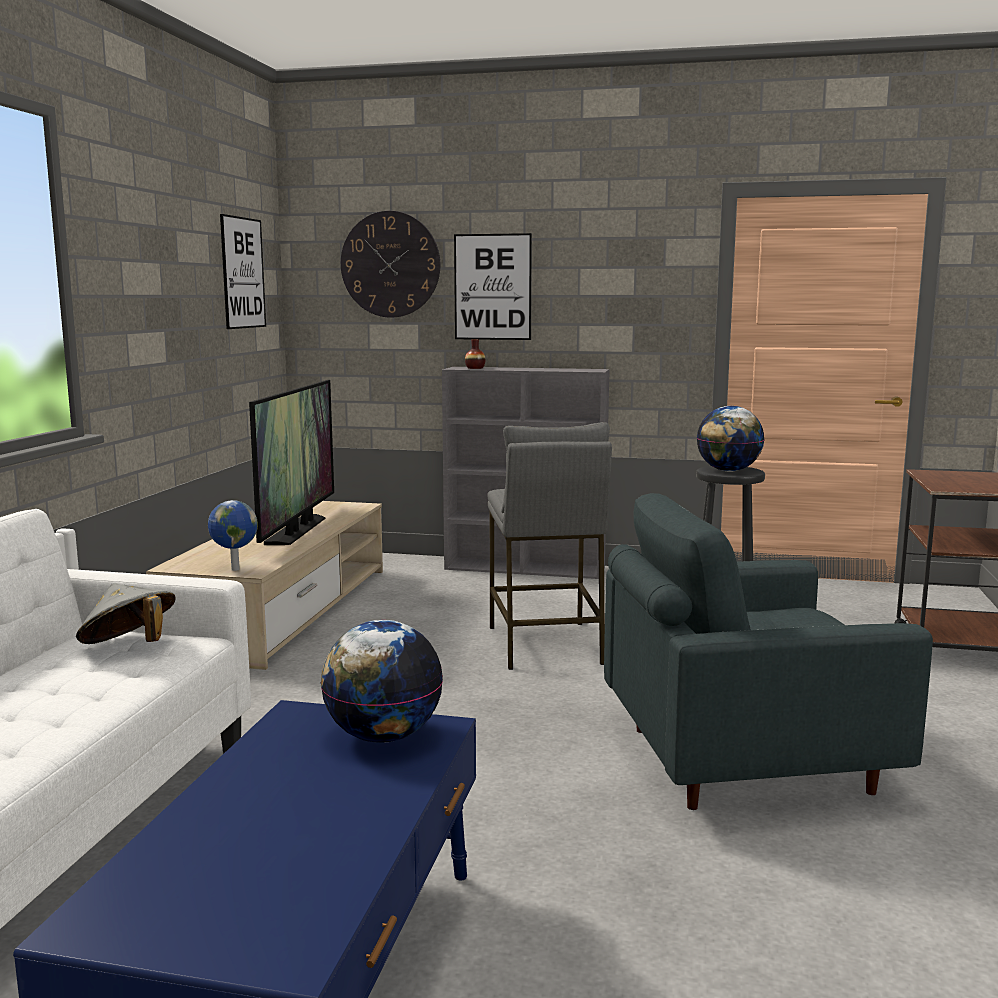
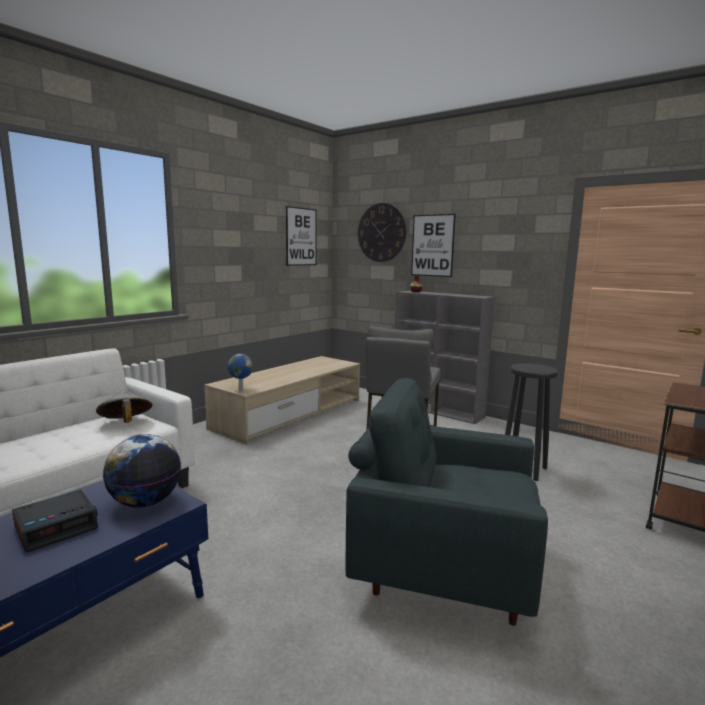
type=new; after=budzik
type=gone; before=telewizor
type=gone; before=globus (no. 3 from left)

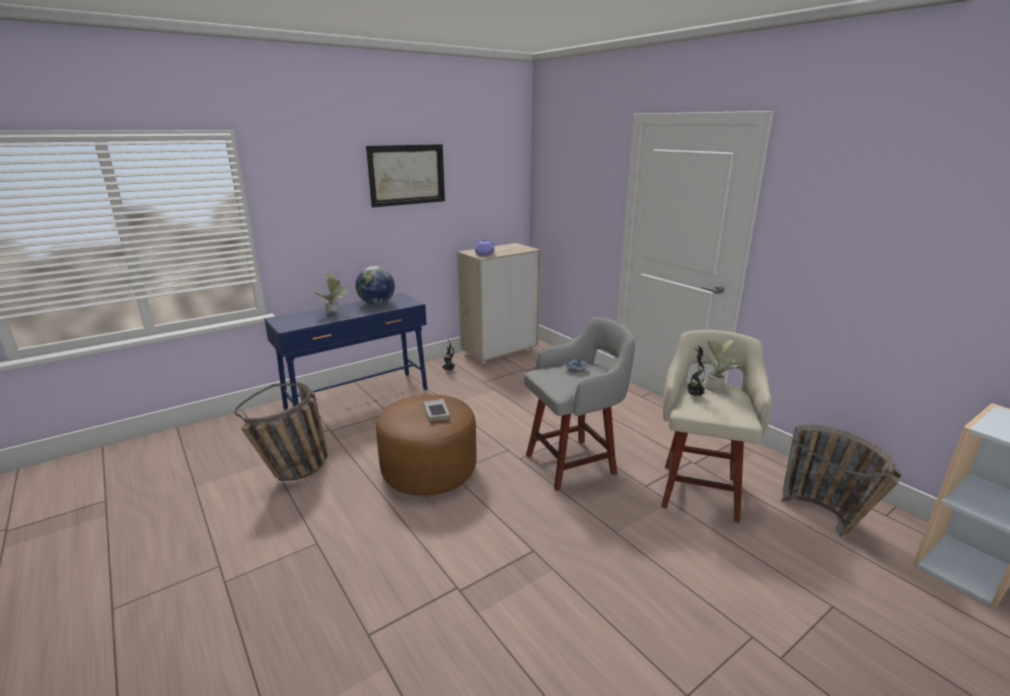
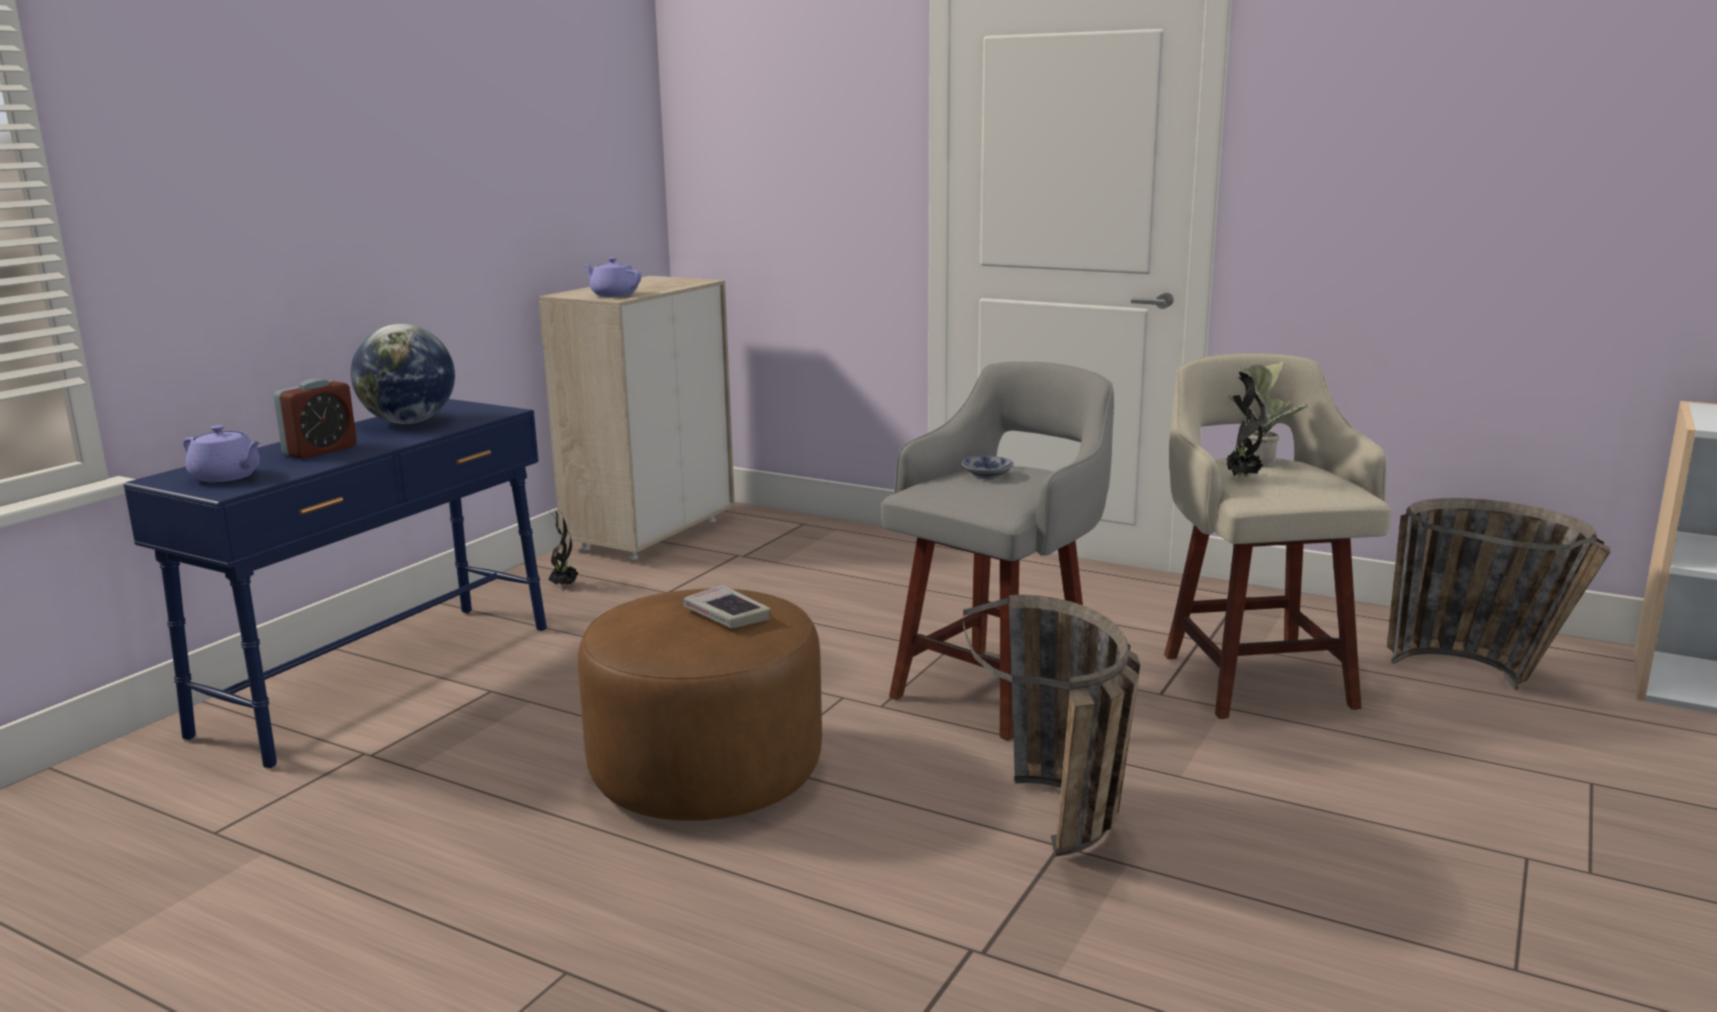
type=new; after=imbryk/fioletowy (no. 1 from left)
type=swapped; before=roślina doniczkowa (no. 1 from left); after=budzik
type=shifted; before=koszyk (no. 1 from left)
type=gone; before=obraz

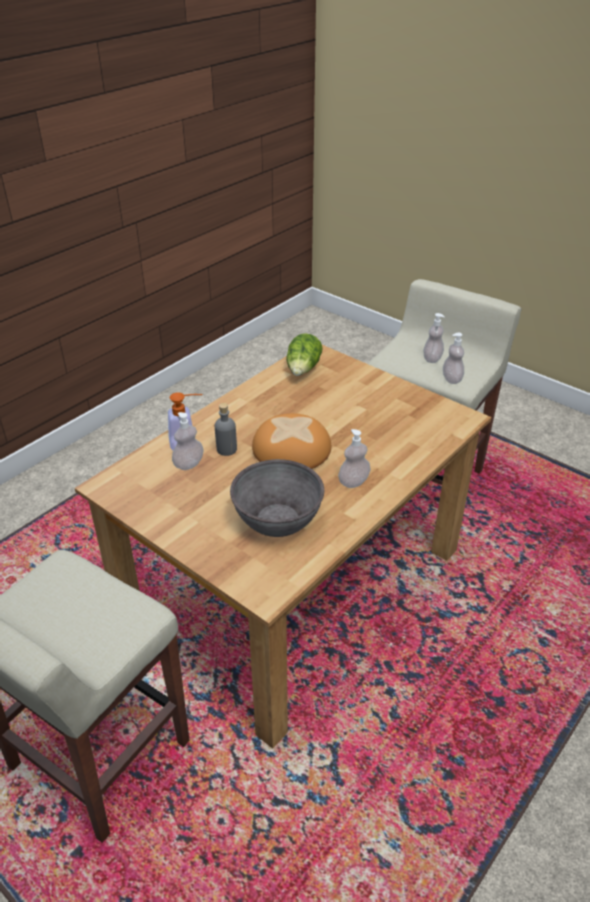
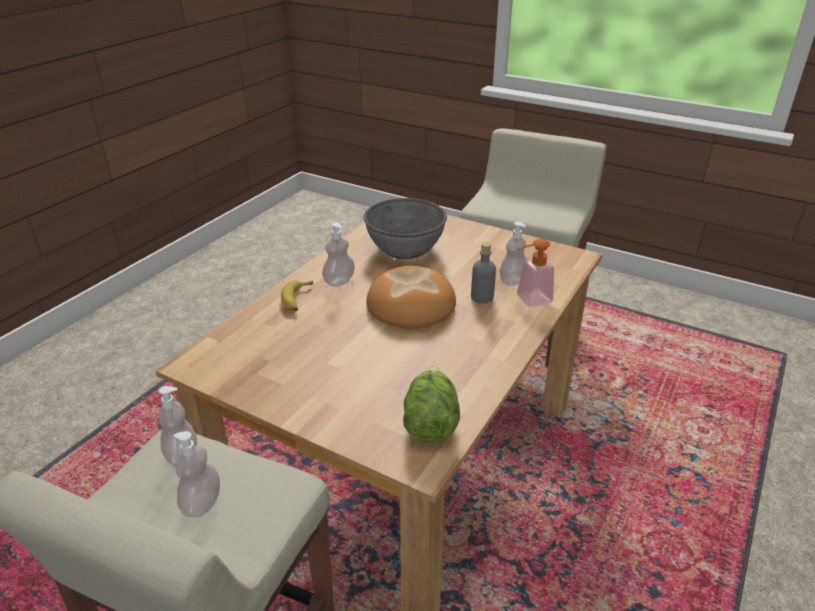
type=new; after=banan

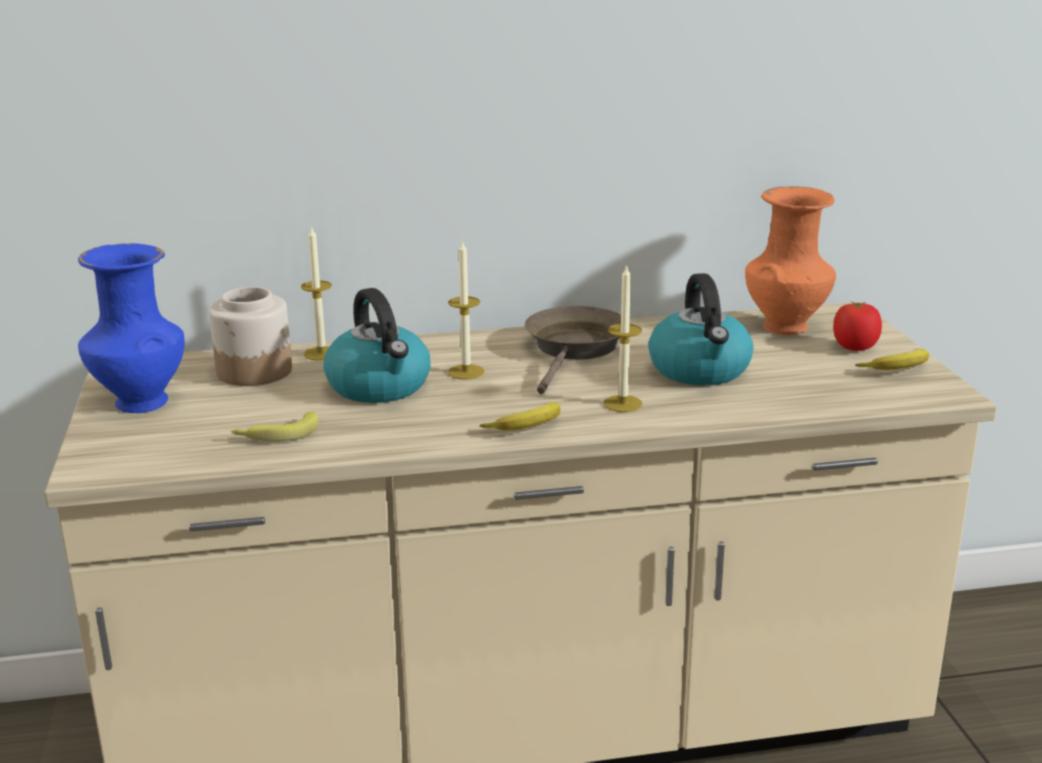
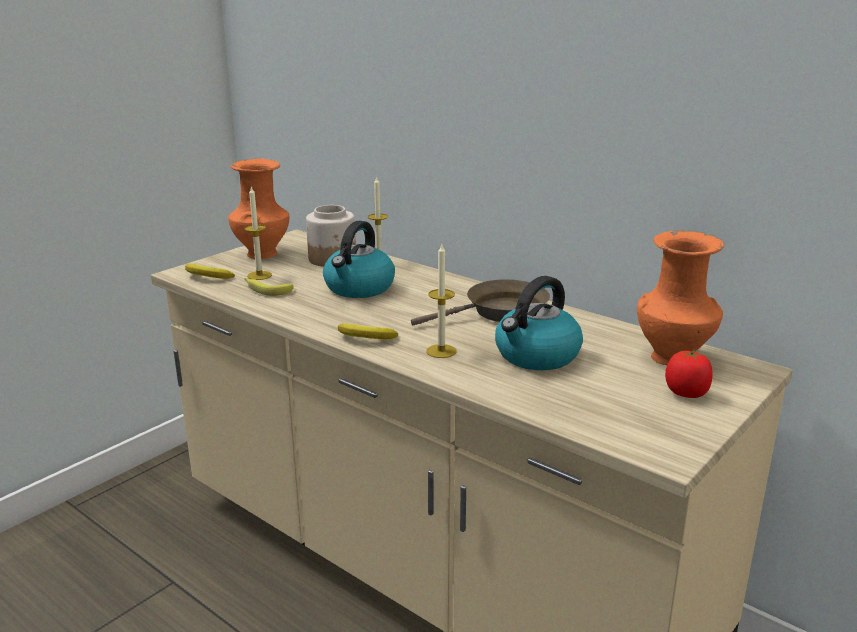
type=shifted; before=banan (no. 3 from left in the first image); after=banan (no. 1 from left)
type=repainted; before=wazon/niebieski; after=wazon/pomarańczowy (no. 1 from left)
type=shifted; before=świeca (no. 2 from left in the first image); after=świeca (no. 1 from left)

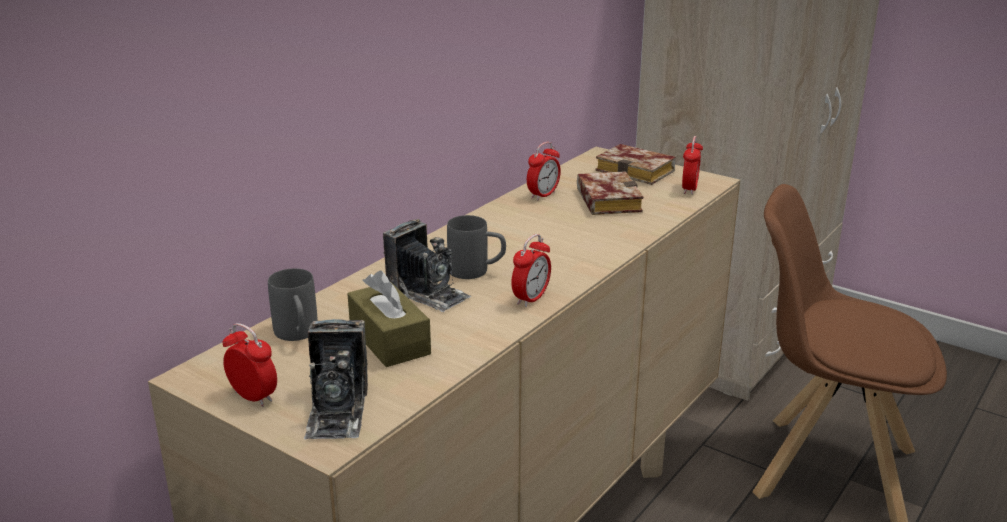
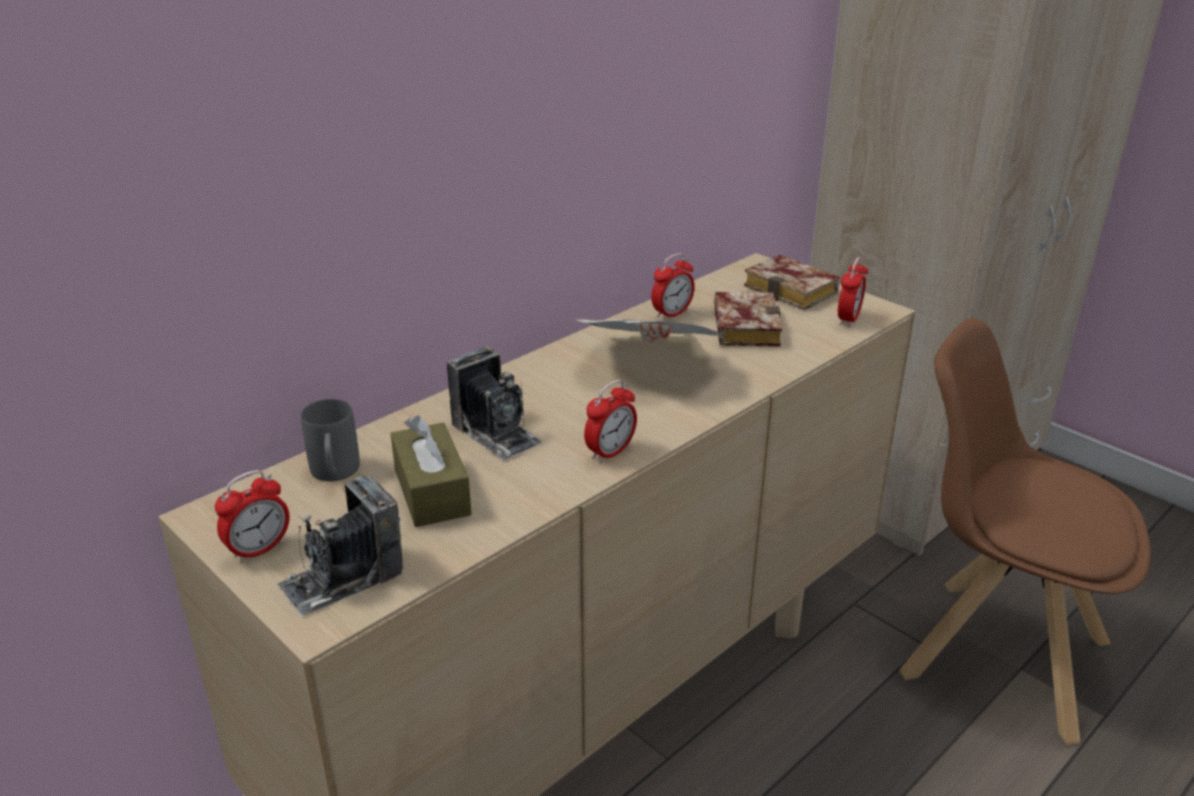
type=rotated; before=budzik (no. 1 from left); turn=90
type=rotated; before=aparat fotograficzny (no. 1 from left); turn=45
type=new; after=gazeta
type=gone; before=kubek/szary (no. 2 from left)

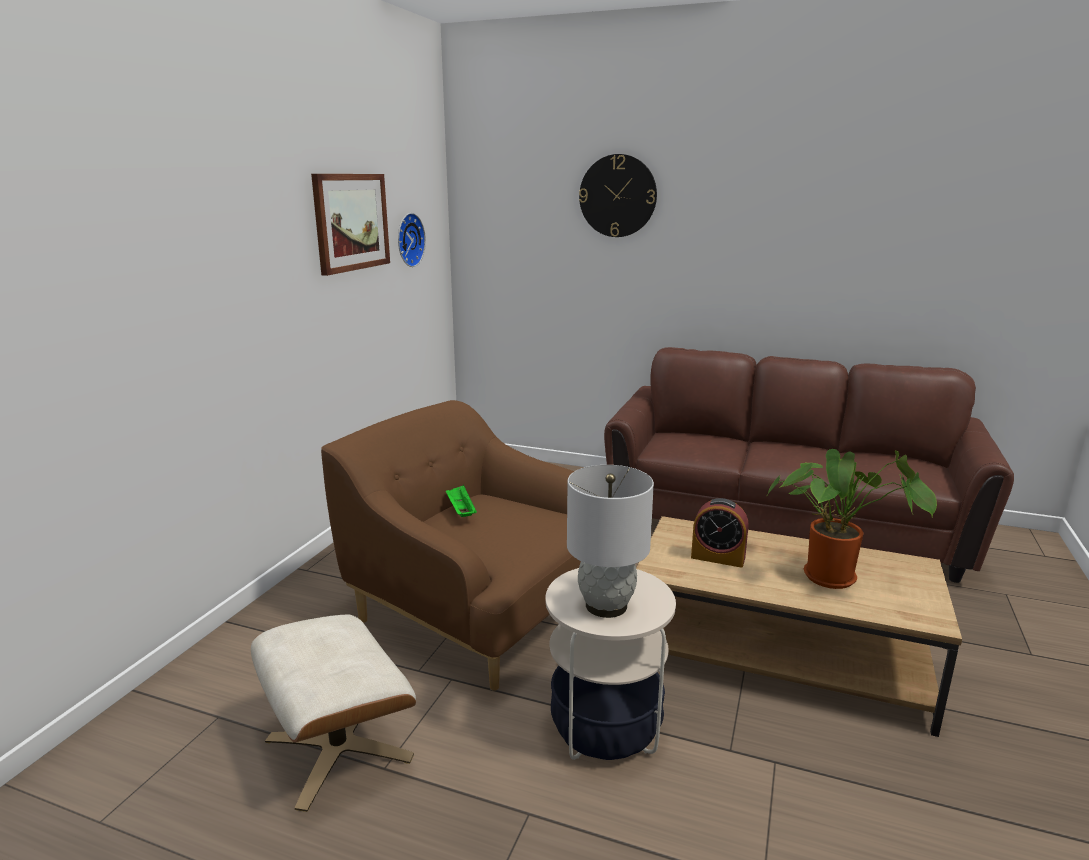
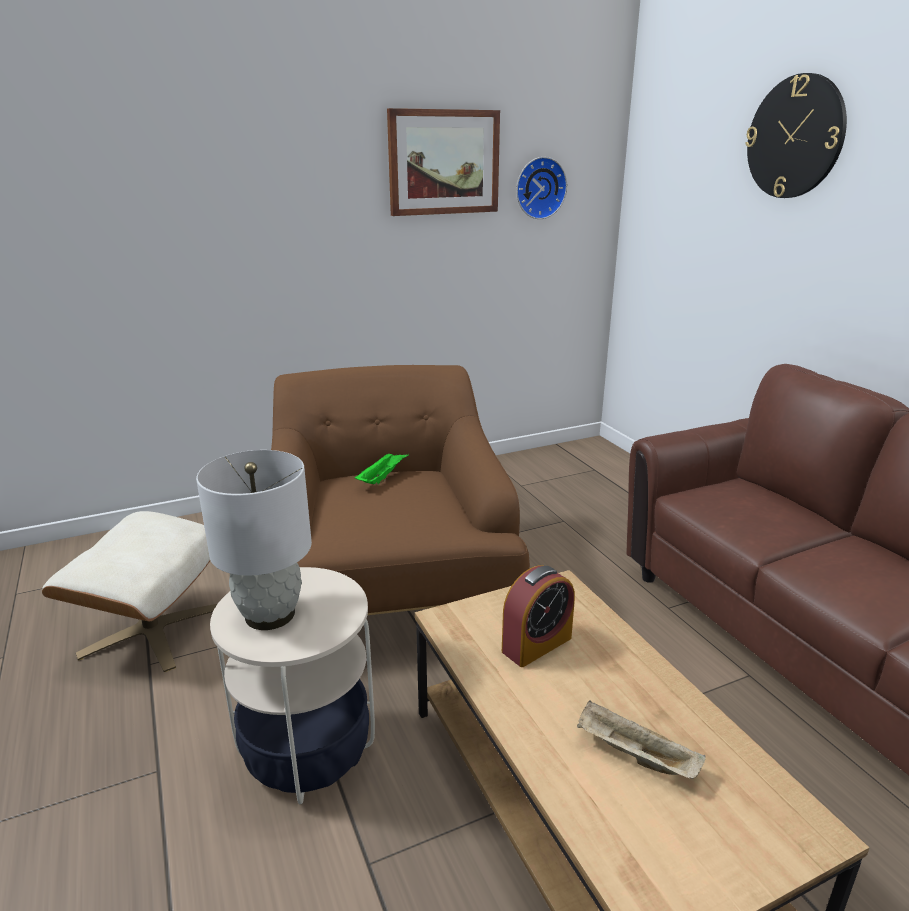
type=rotated; before=budzik; turn=-105
type=swapped; before=roślina doniczkowa; after=taca/beżowy

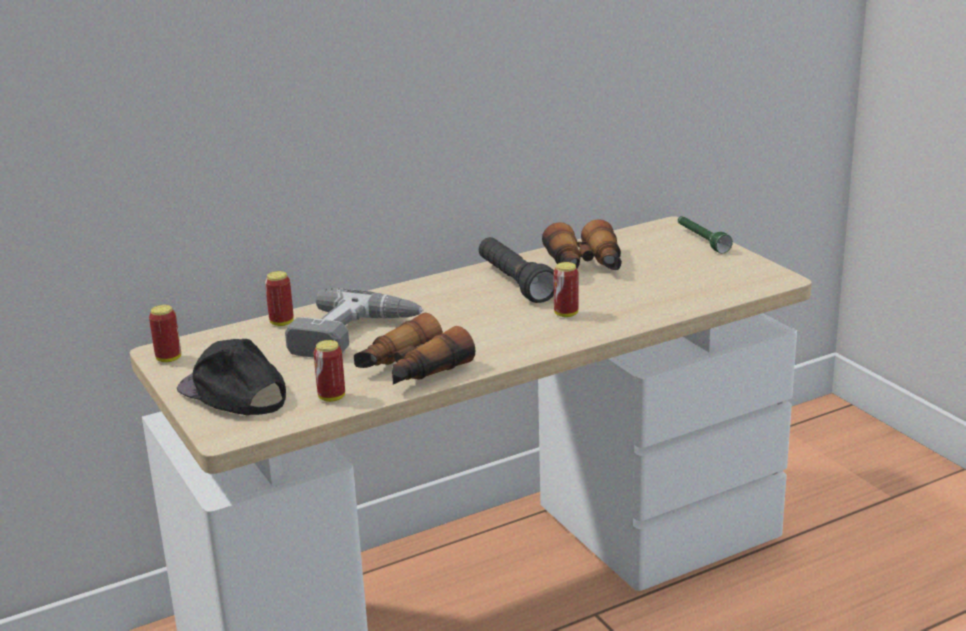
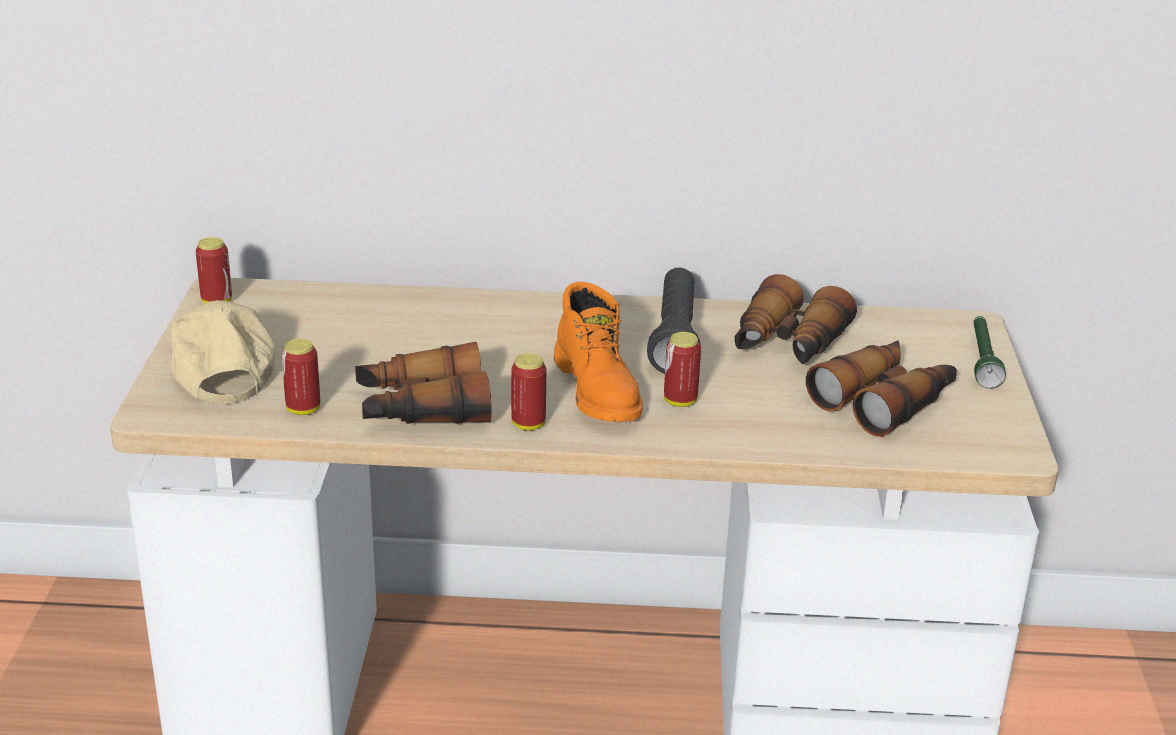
type=repainted; before=czapka z daszkiem/czarny; after=czapka z daszkiem/beżowy
type=shifted; before=puszka (no. 2 from left in the first image); after=puszka (no. 3 from left)
type=new; after=but z cholewką/pomarańczowy
type=new; after=lornetka (no. 3 from left)
type=gone; before=wiertarka

